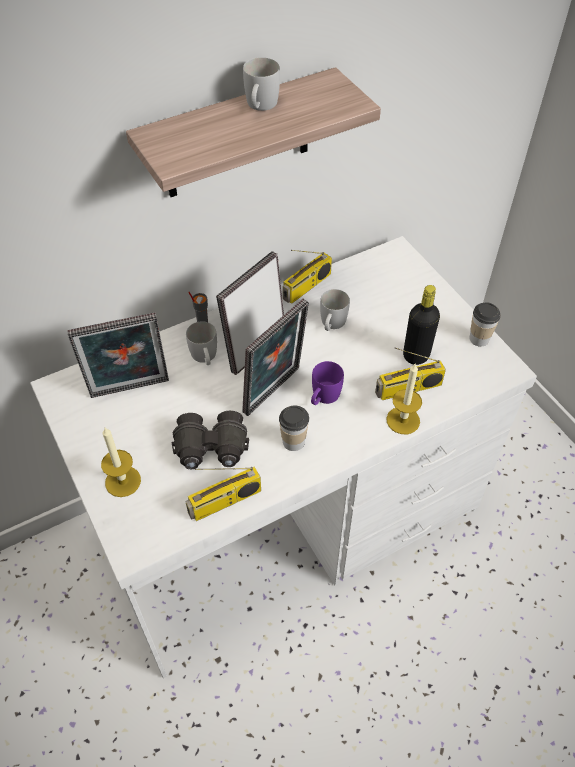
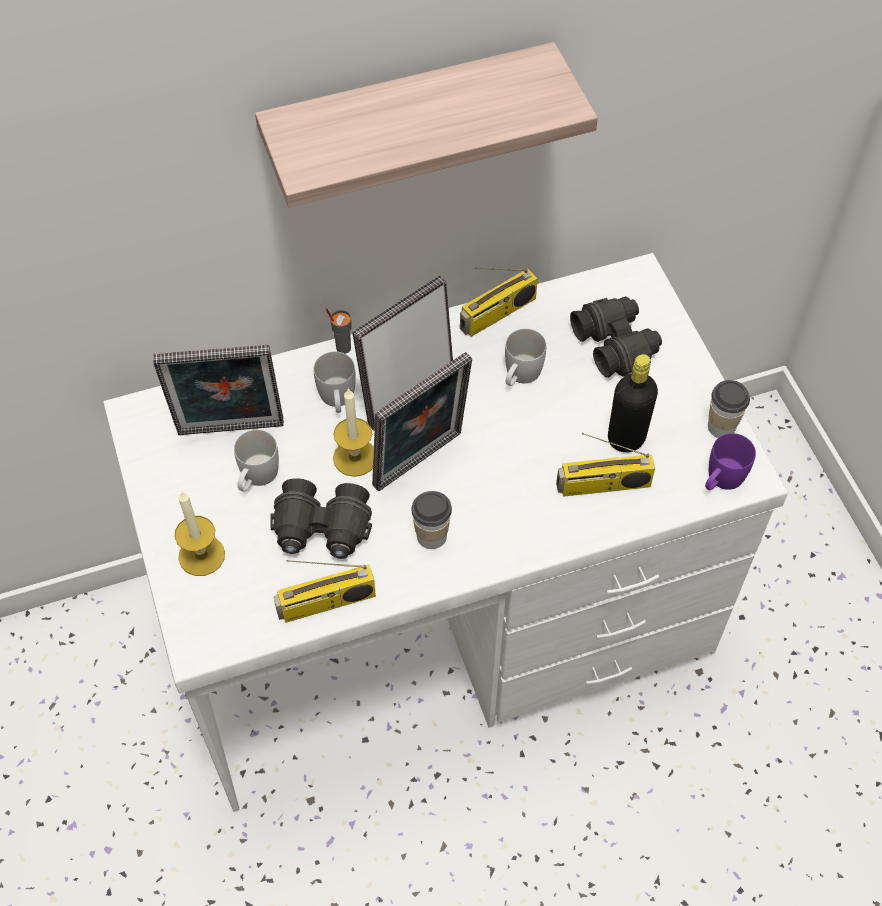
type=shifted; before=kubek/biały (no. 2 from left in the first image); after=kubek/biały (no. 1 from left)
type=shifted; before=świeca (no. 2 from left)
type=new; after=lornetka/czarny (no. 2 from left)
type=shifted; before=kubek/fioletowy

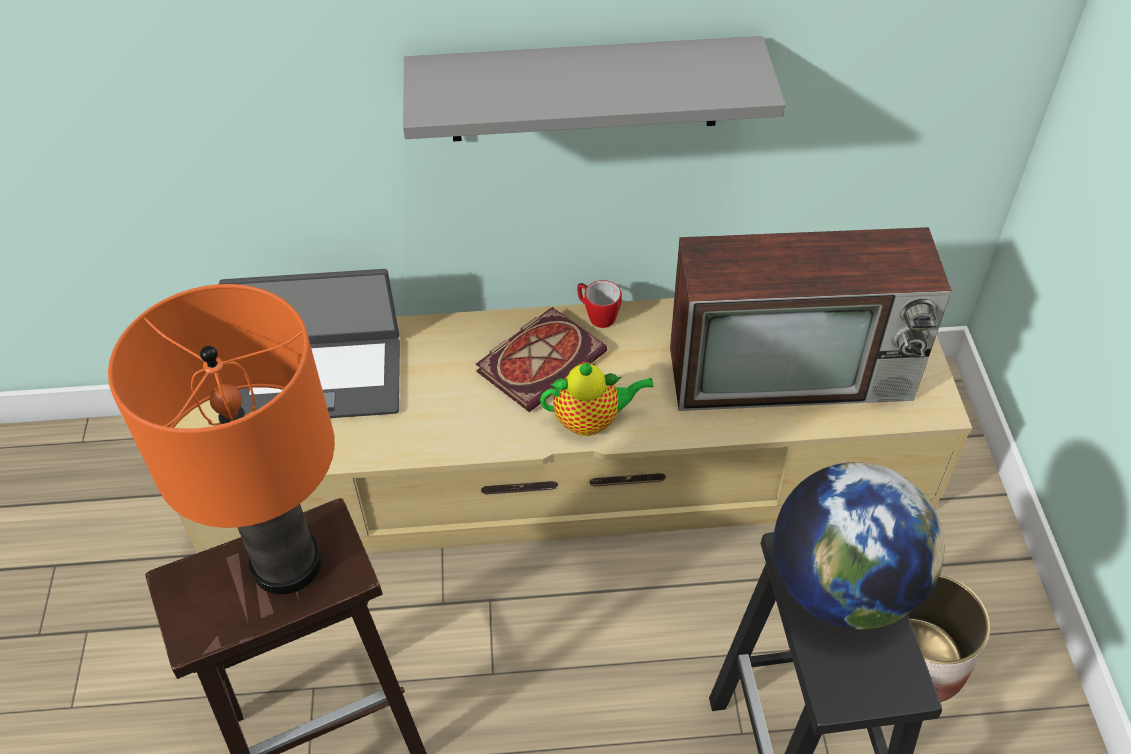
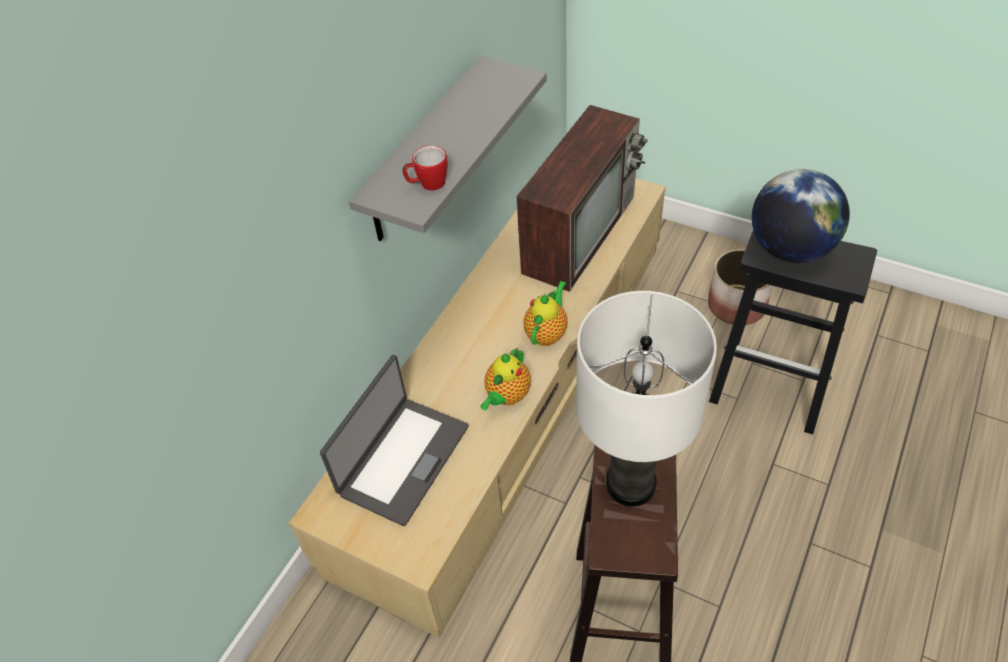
type=shifted; before=kubek
type=new; after=imbryk (no. 1 from left)
type=repainted; before=lampa stołowa/pomarańczowy; after=lampa stołowa/biały
type=gone; before=książka

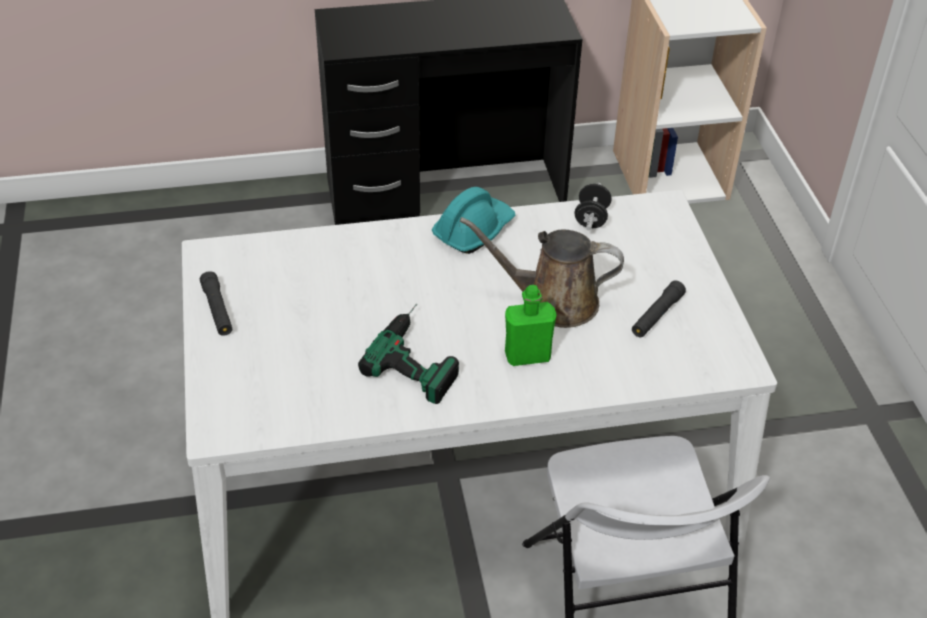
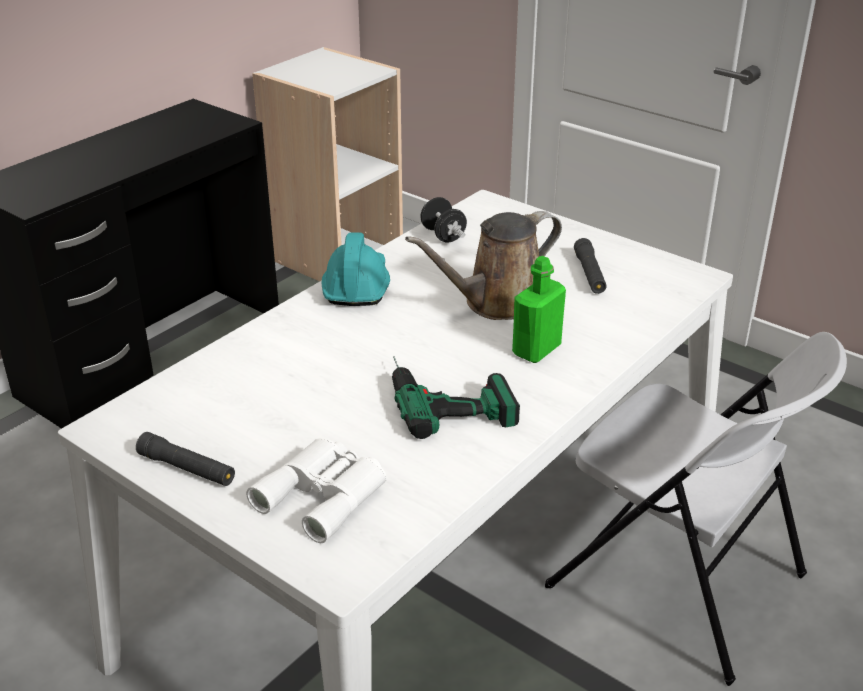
type=new; after=lornetka/biały

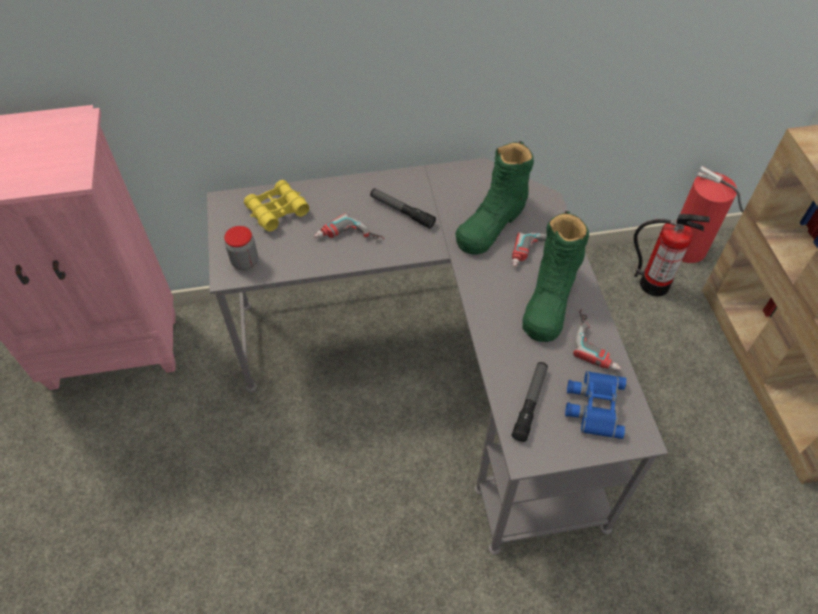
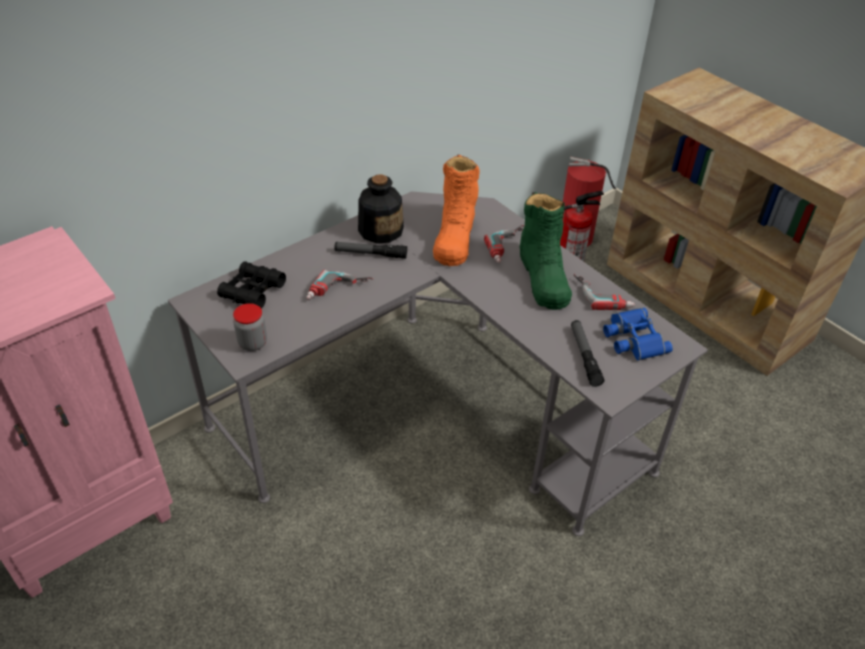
type=repainted; before=lornetka/żółty; after=lornetka/czarny
type=new; after=butelka
type=repainted; before=but z cholewką/zielony (no. 1 from left); after=but z cholewką/pomarańczowy

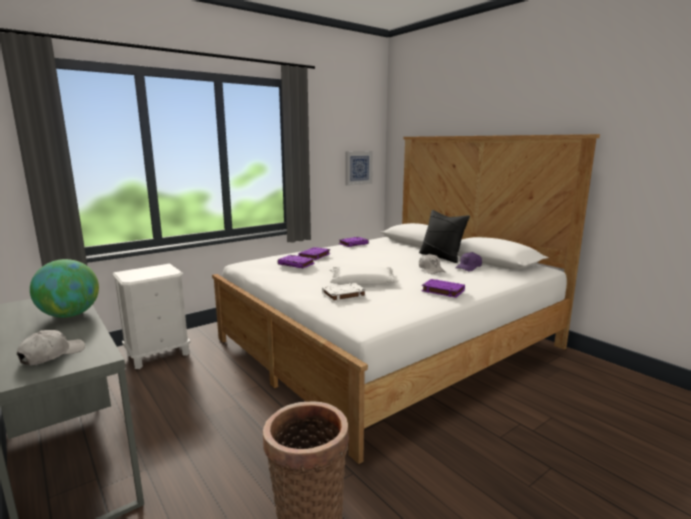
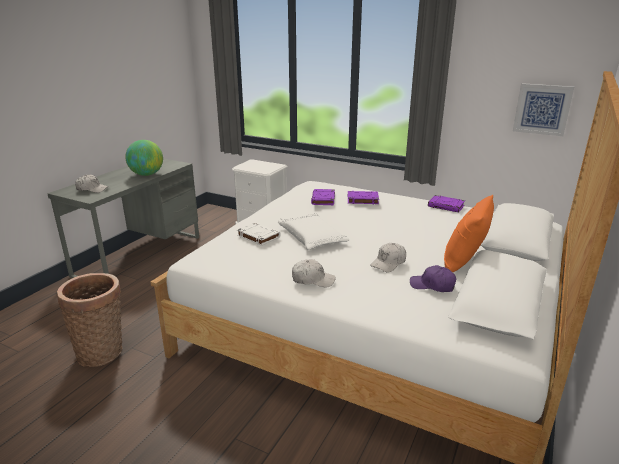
type=swapped; before=książka/fioletowy (no. 4 from left); after=czapka z daszkiem/biały (no. 2 from left)
type=repainted; before=poduszka/czarny; after=poduszka/pomarańczowy

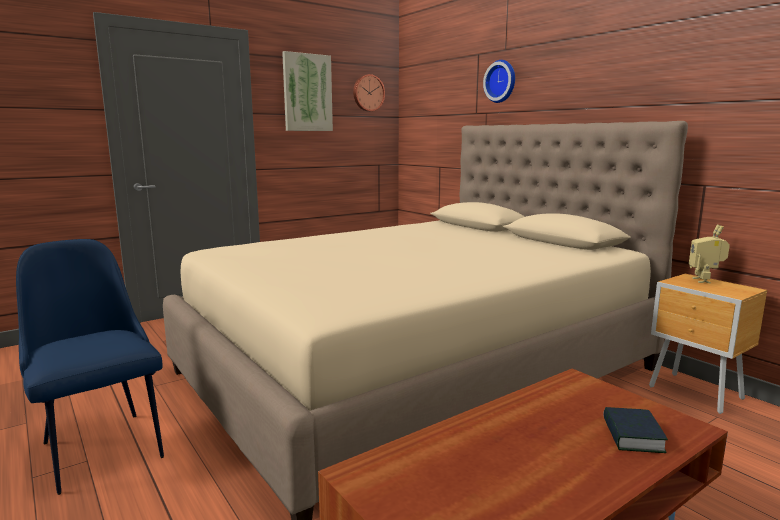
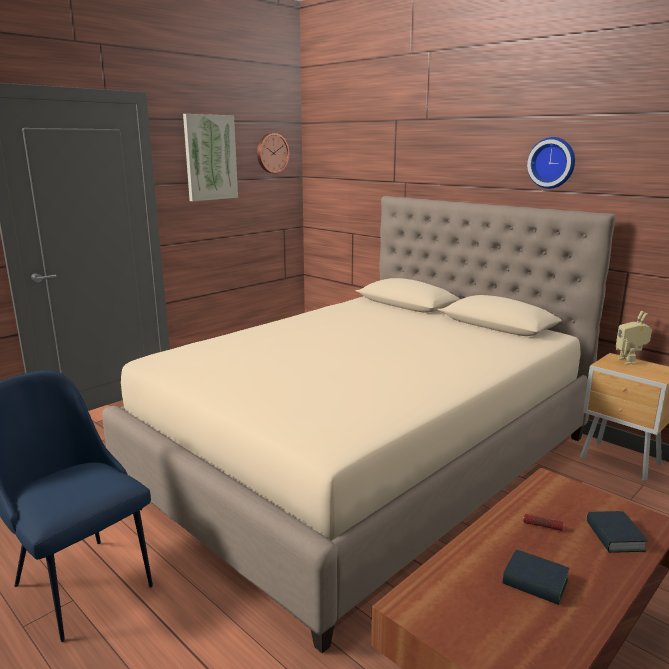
type=new; after=książka (no. 1 from left)
type=new; after=latarka
type=shifted; before=zegar ścienny (no. 2 from left)

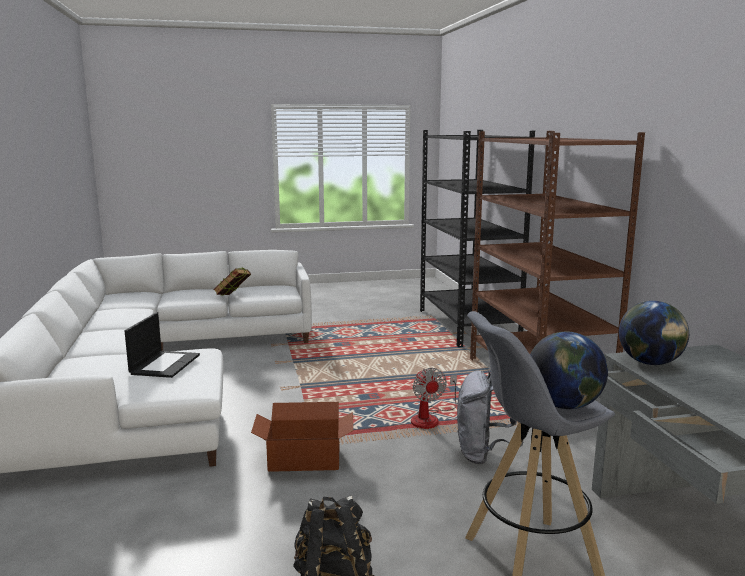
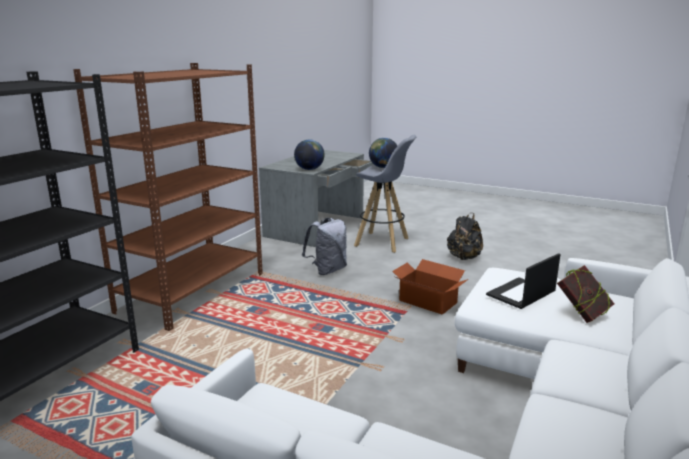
type=shifted; before=książka
type=gone; before=wentylator

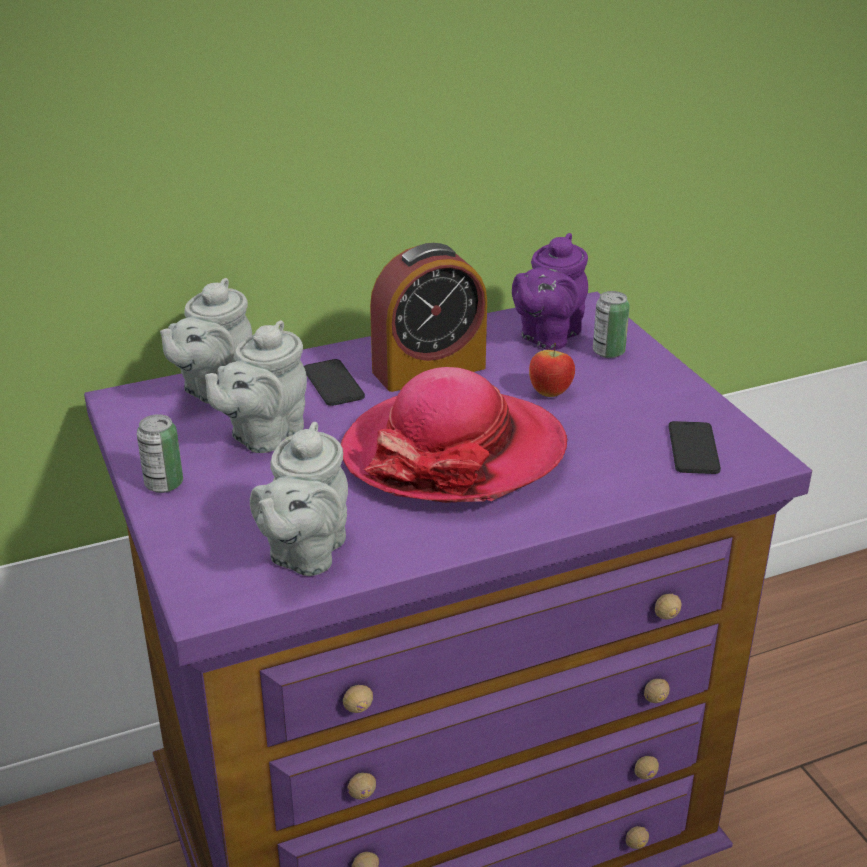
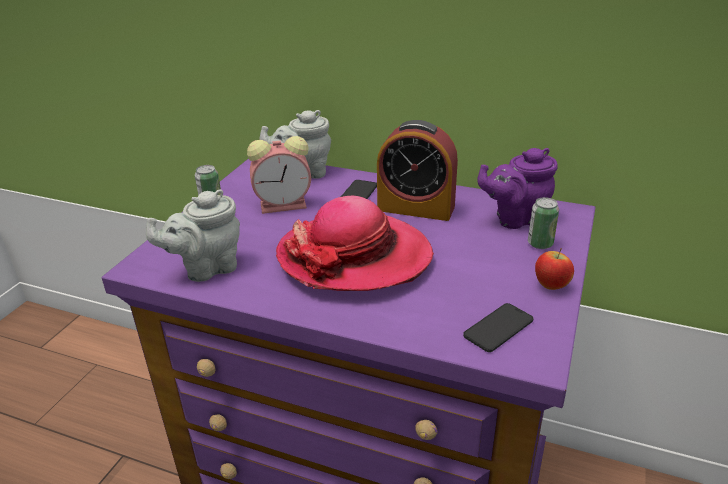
type=swapped; before=imbryk/szary (no. 2 from left); after=budzik (no. 1 from left)
type=shifted; before=jabłko

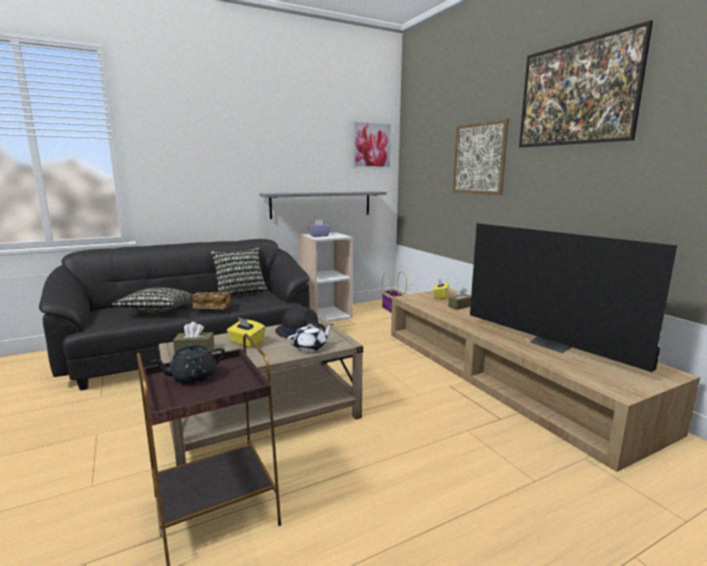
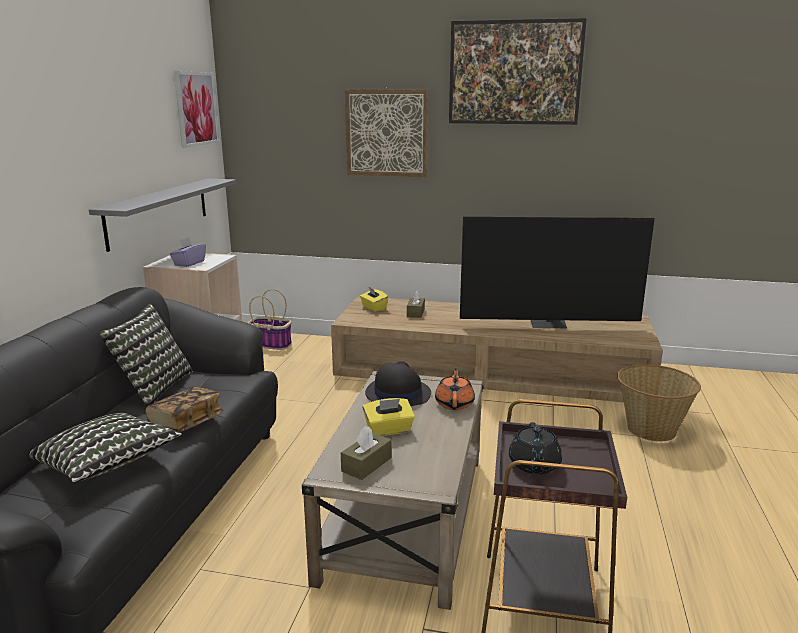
type=repainted; before=imbryk/biały; after=imbryk/pomarańczowy
type=new; after=koszyk (no. 2 from left)

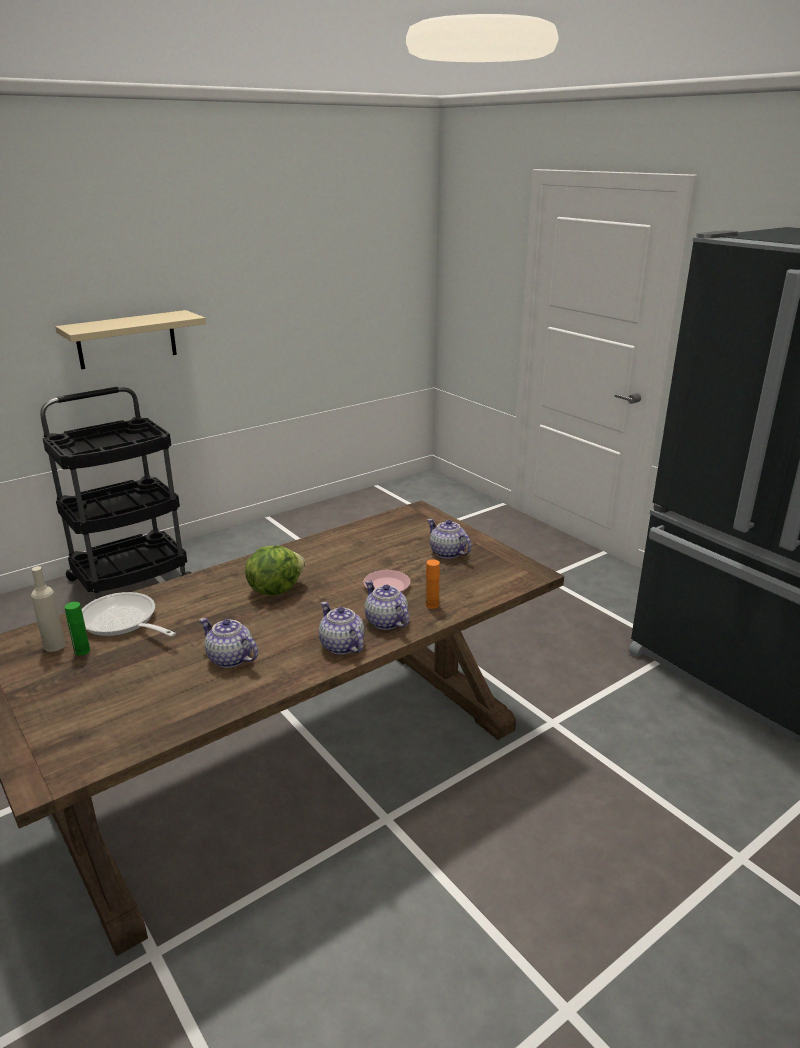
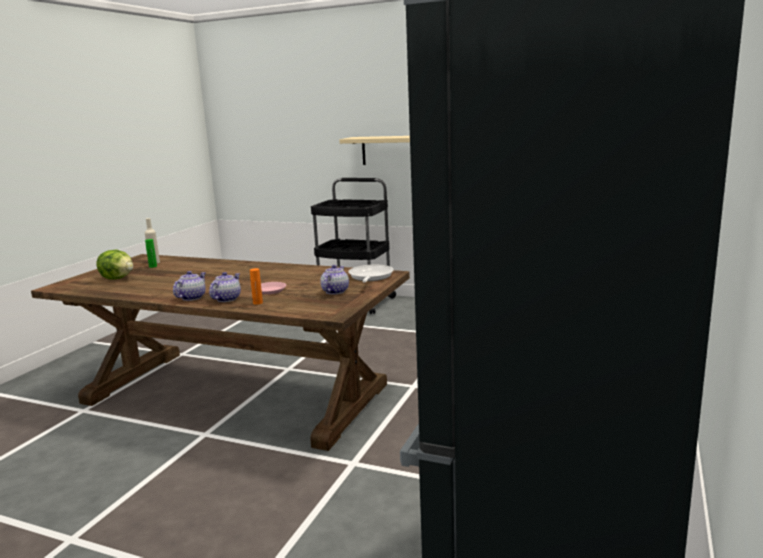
type=shifted; before=sałata
type=shifted; before=patelnia
type=gone; before=imbryk (no. 1 from left)

